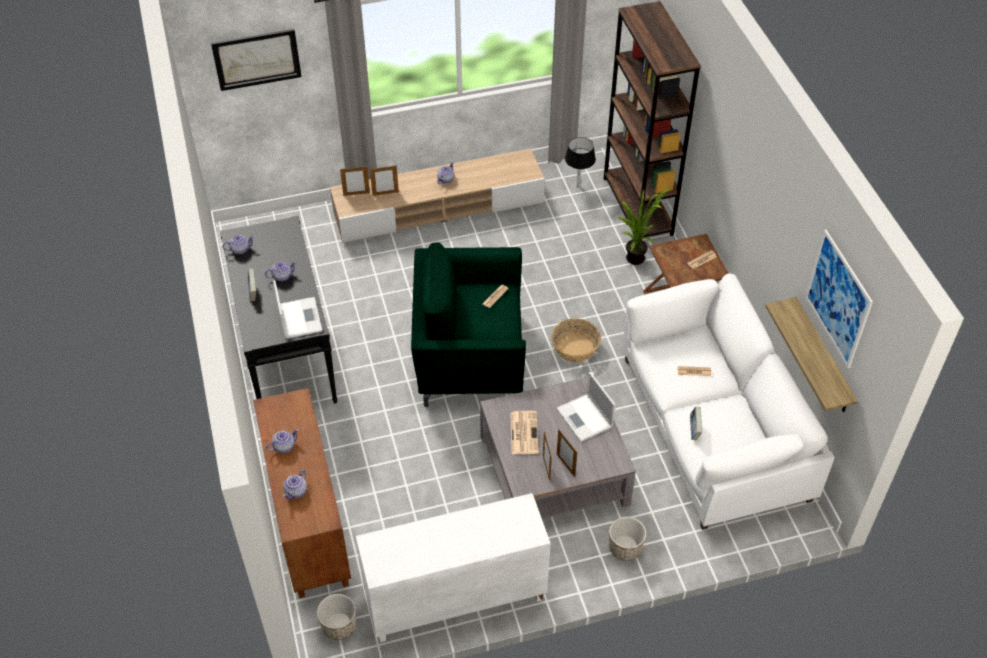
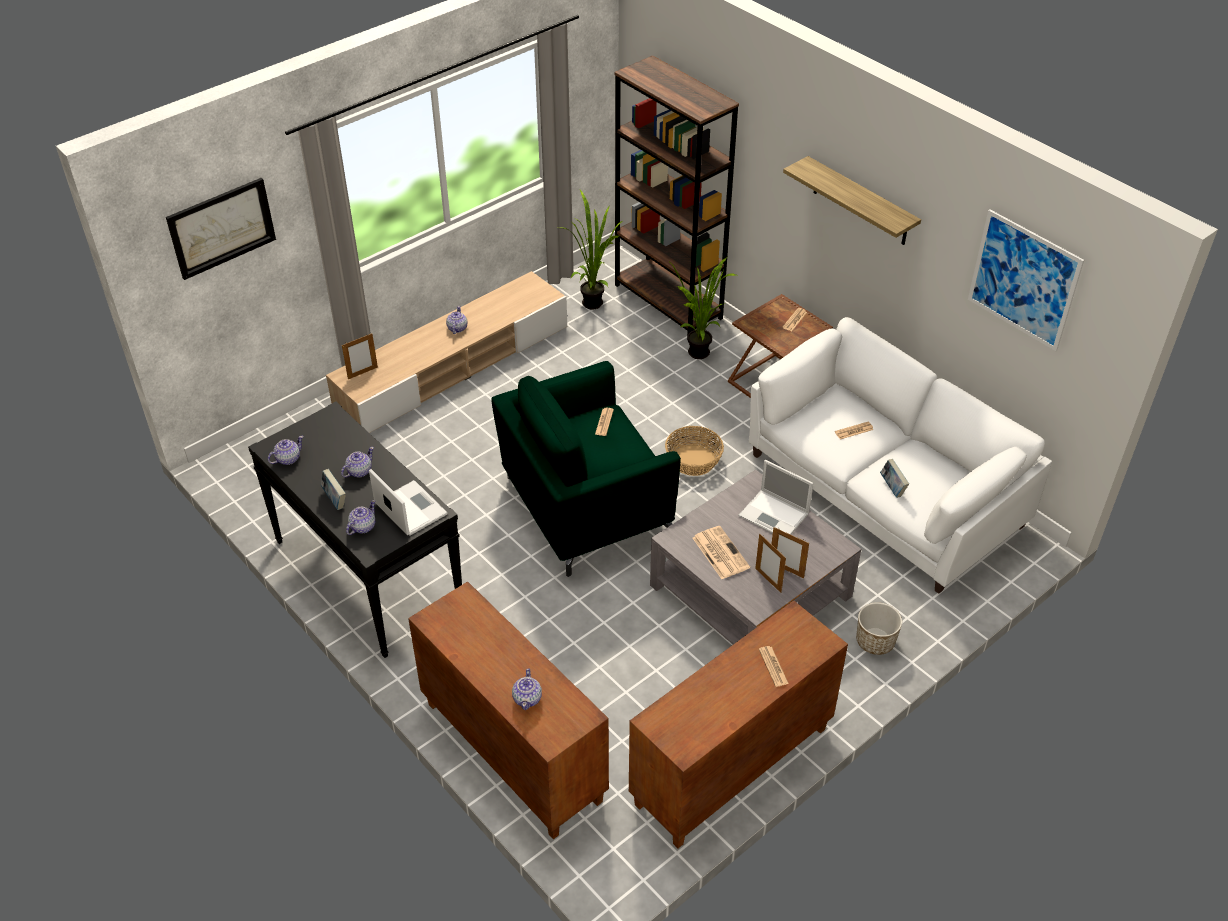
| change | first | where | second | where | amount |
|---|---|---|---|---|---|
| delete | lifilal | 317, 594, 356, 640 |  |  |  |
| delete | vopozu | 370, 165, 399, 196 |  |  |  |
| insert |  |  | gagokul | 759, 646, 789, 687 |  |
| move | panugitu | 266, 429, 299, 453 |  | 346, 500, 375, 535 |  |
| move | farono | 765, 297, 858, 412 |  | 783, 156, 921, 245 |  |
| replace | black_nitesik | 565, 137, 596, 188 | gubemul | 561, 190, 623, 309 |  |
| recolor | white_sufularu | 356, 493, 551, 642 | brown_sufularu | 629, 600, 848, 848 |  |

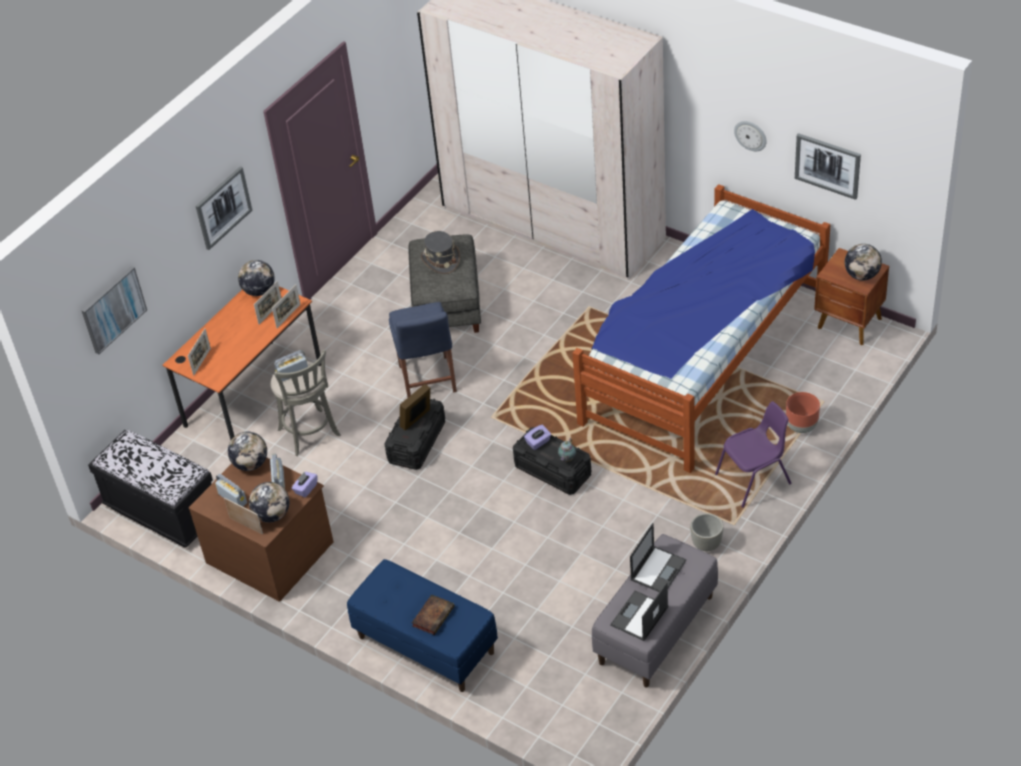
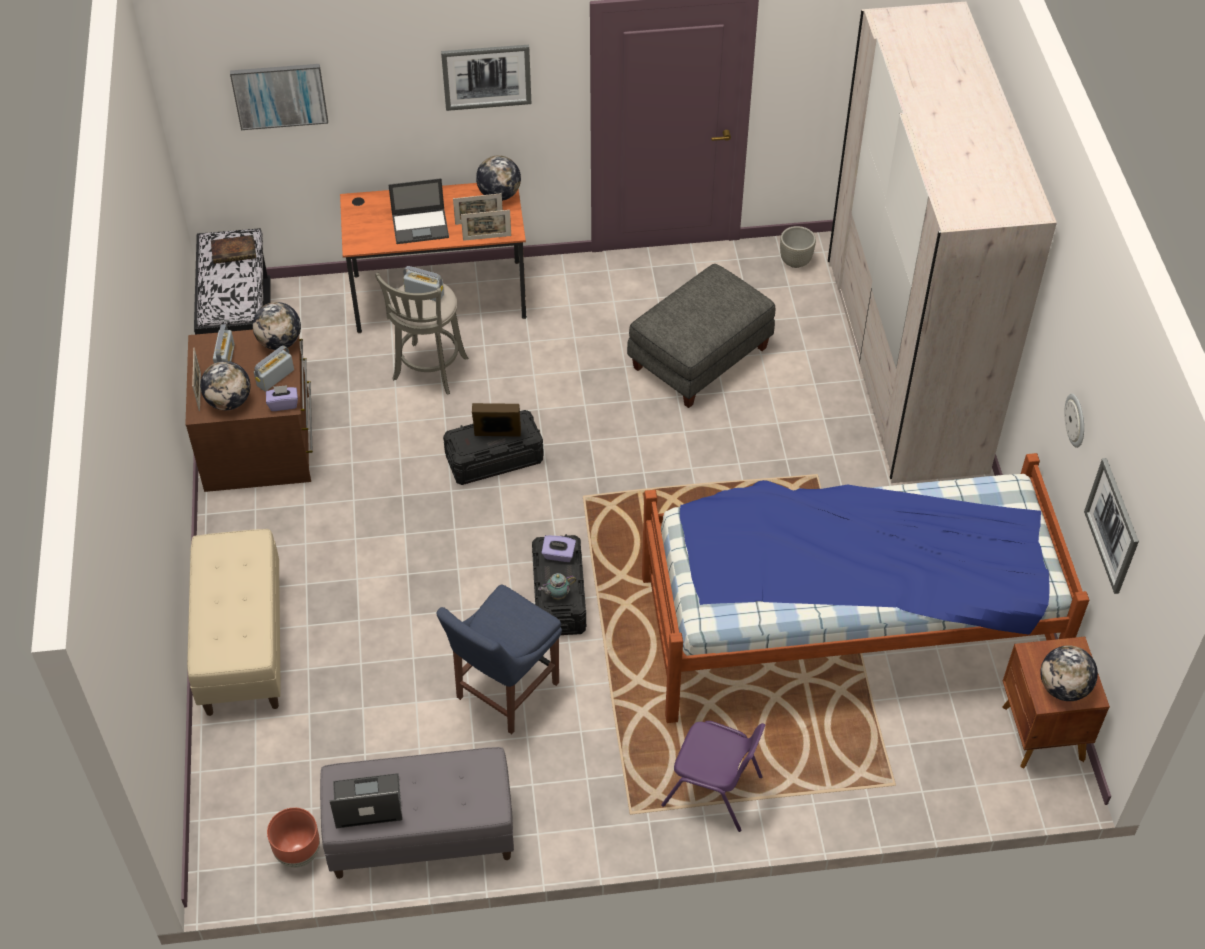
| change | first | where | second | where | amount |
|---|---|---|---|---|---|
| delete | vopozu | 188, 329, 211, 376 |  |  |  |
| delete | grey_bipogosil | 421, 231, 460, 274 |  |  |  |
| move | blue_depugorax | 389, 302, 457, 398 |  | 436, 584, 562, 734 |  |
| move | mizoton | 412, 594, 455, 635 |  | 211, 235, 256, 264 |  |
| move | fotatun | 630, 523, 686, 592 |  | 388, 178, 449, 244 |  |
| move | grey_lifilal | 690, 513, 723, 551 |  | 780, 226, 816, 268 |  |
| move | brown_lifilal | 786, 392, 820, 433 |  | 267, 808, 320, 868 |  |
| recolor | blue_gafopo | 347, 559, 498, 692 | beige_gafopo | 187, 529, 281, 716 |  |

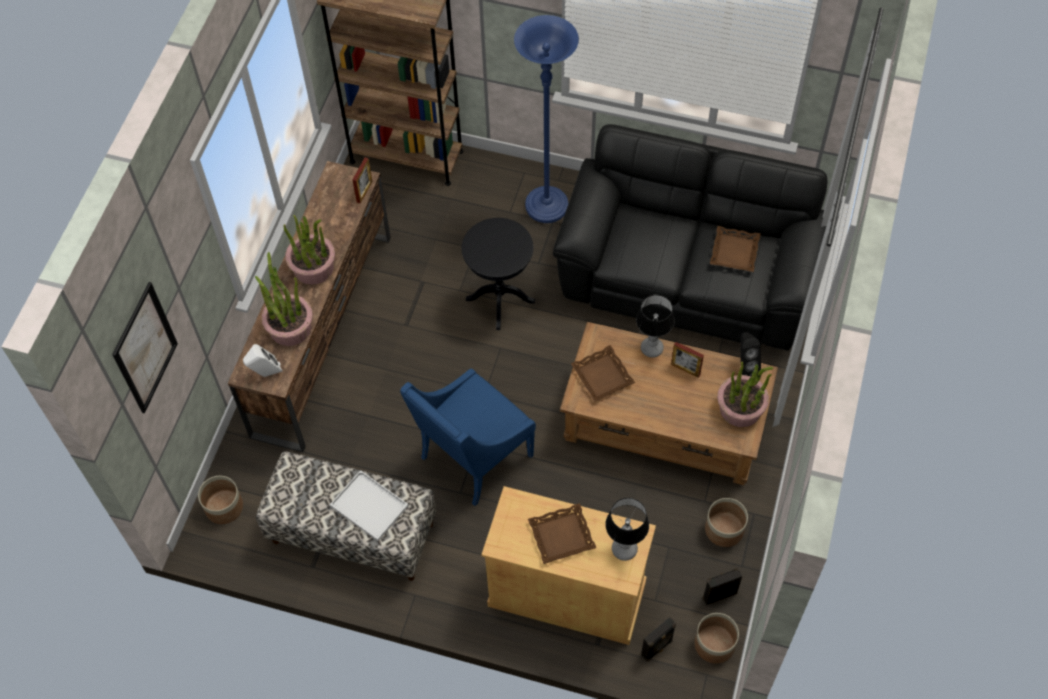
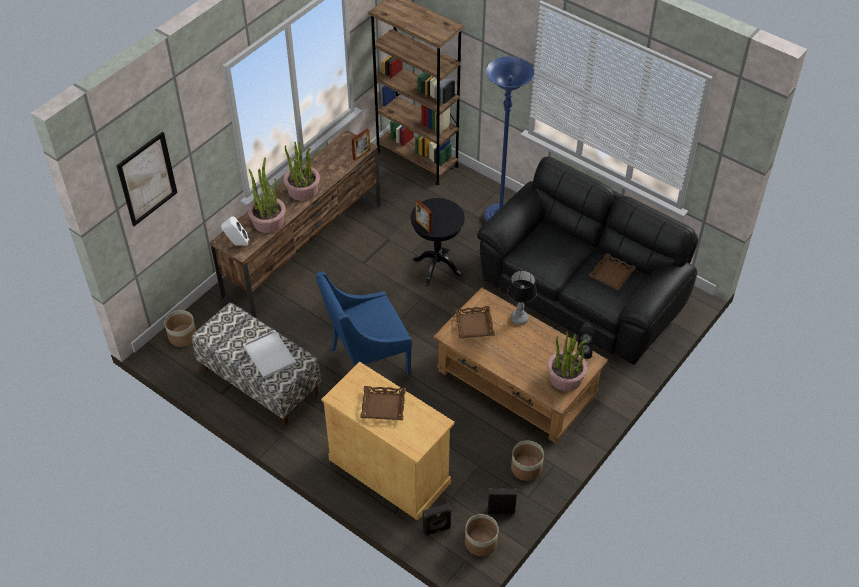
| change | first | where | second | where | amount |
|---|---|---|---|---|---|
| delete | nitesik | 605, 498, 649, 561 |  |  |  |
| move | vopozu | 671, 342, 704, 378 |  | 415, 199, 432, 233 |  |

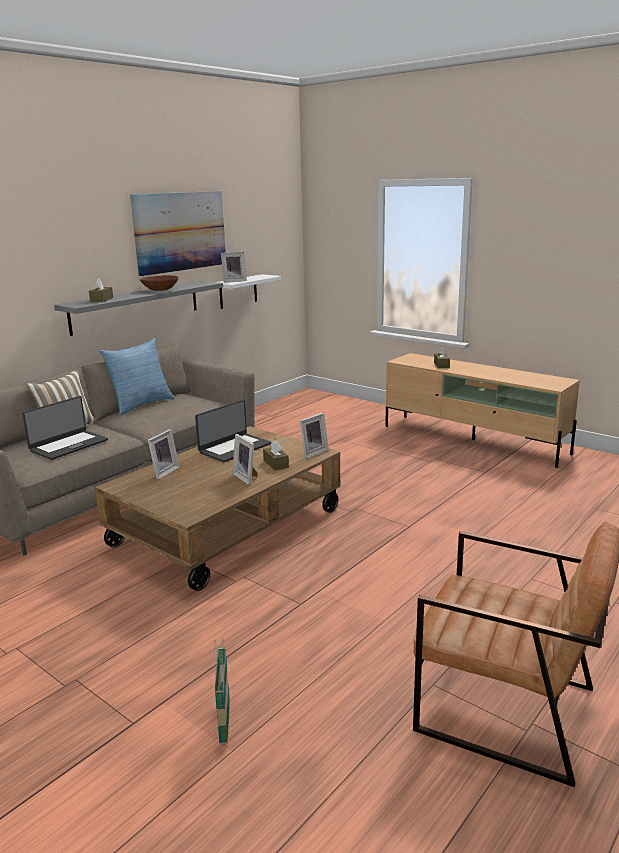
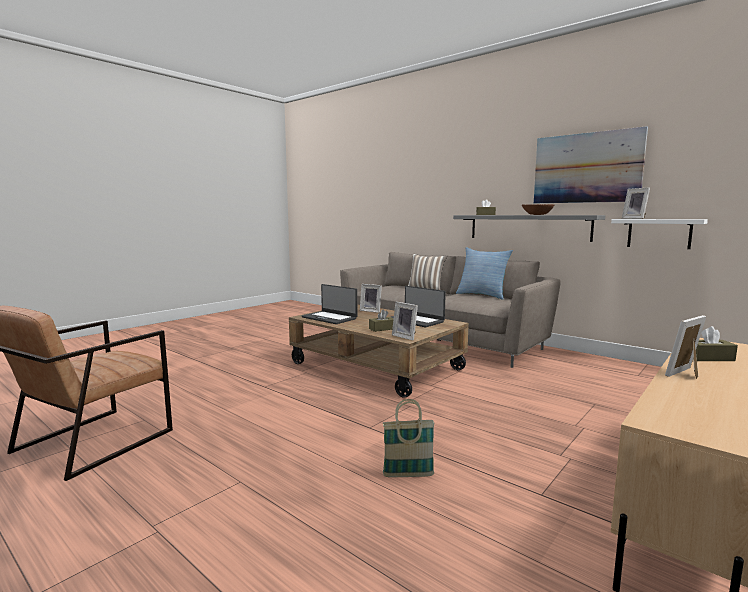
| change | first | where | second | where | amount |
|---|---|---|---|---|---|
| move | fotatun | 22, 396, 108, 460 |  | 302, 284, 357, 324 |  |
| move | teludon | 214, 640, 230, 745 |  | 383, 399, 435, 477 |  |
| move | vopozu | 232, 434, 258, 485 |  | 665, 315, 706, 379 |  |

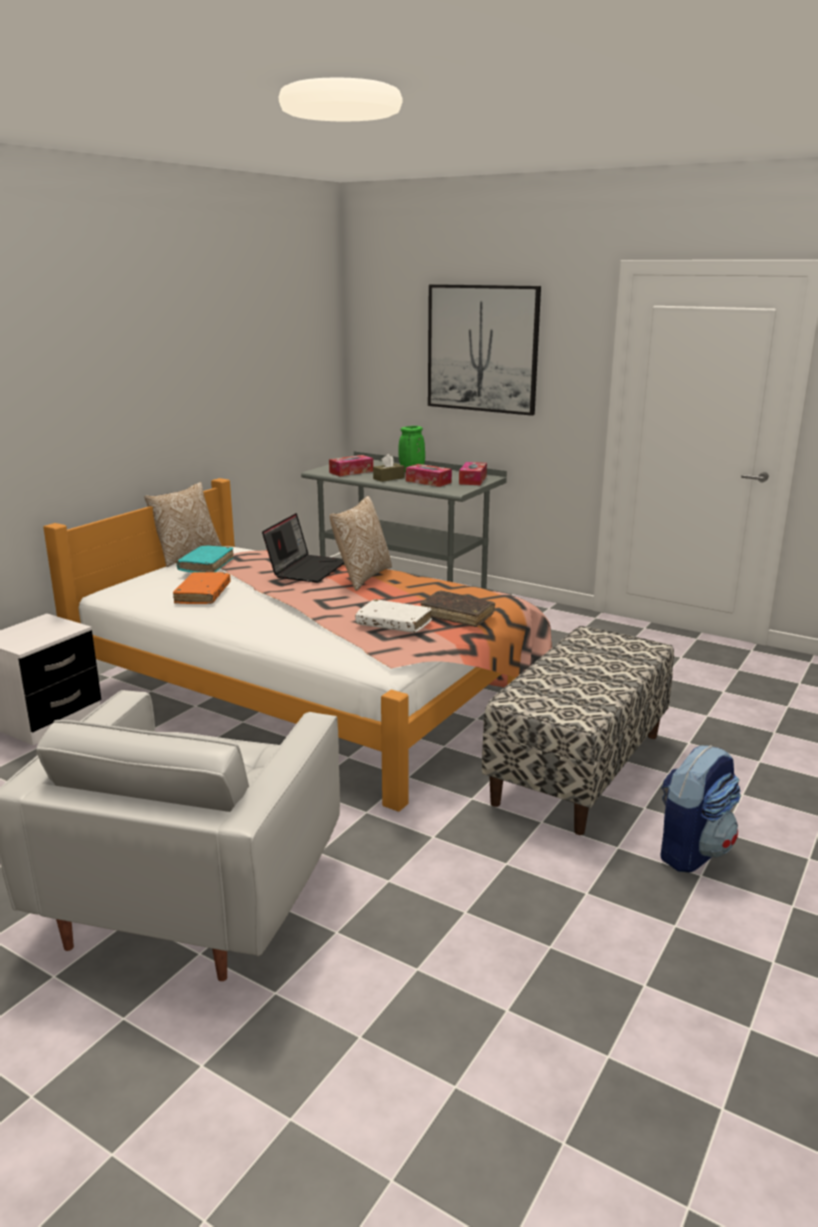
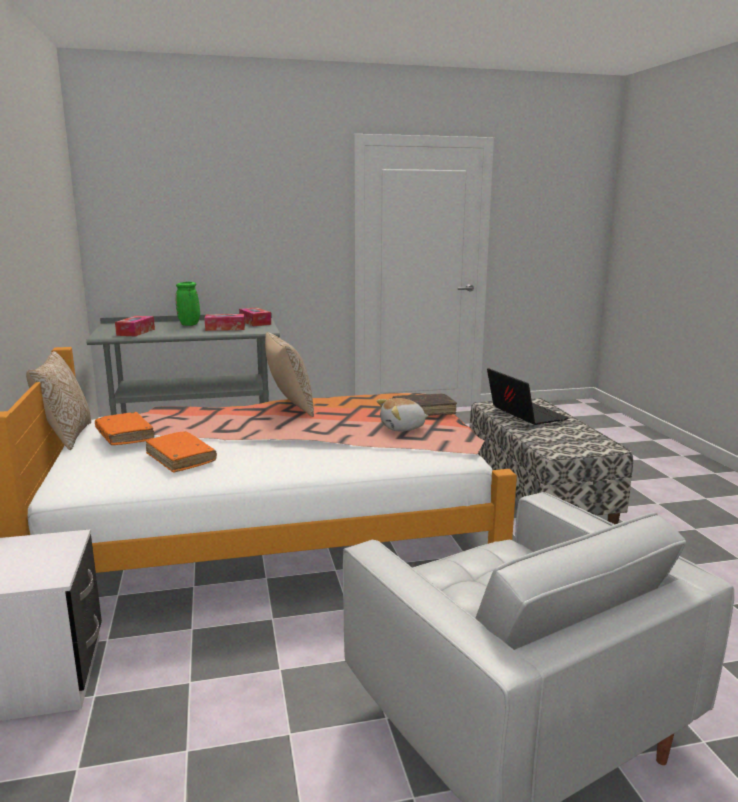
| change | first | where | second | where | amount |
|---|---|---|---|---|---|
| delete | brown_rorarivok | 373, 454, 405, 482 |  |  |  |
| delete | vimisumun | 428, 284, 541, 416 |  |  |  |
| delete | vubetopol | 660, 745, 741, 872 |  |  |  |
| move | fotatun | 262, 513, 344, 583 |  | 487, 368, 569, 425 |  |
| replace | white_mizoton | 355, 599, 432, 633 | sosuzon | 377, 398, 429, 431 |  |
| recolor | turquoise_mizoton | 176, 545, 234, 573 | orange_mizoton | 95, 412, 154, 445 |  |

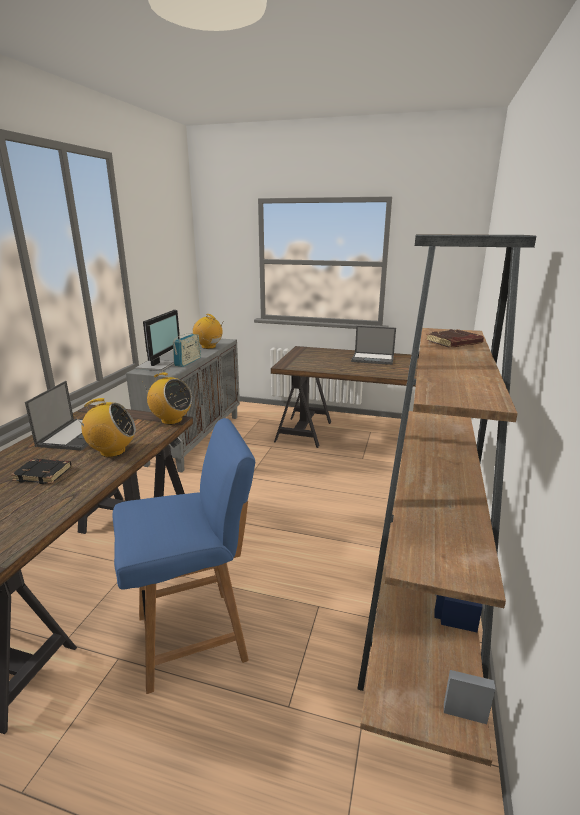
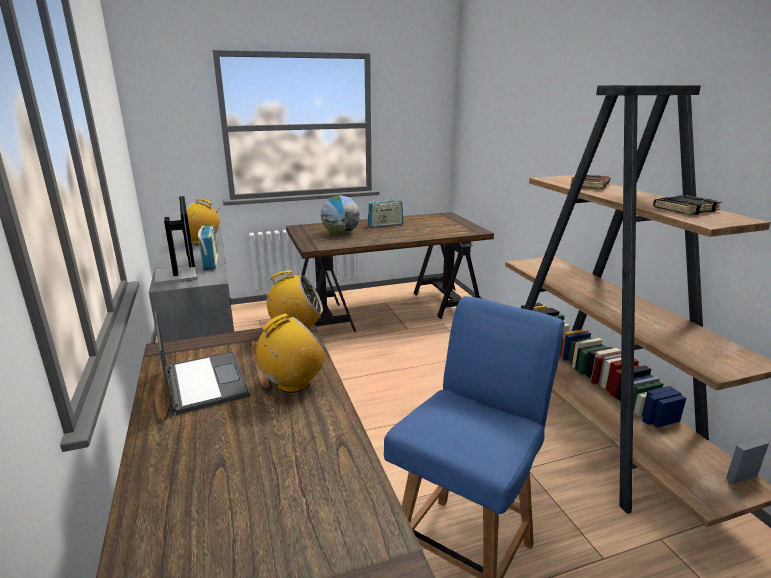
| change | first | where | second | where | amount |
|---|---|---|---|---|---|
| insert |  |  | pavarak | 321, 196, 360, 235 |  |
| move | black_mizoton | 11, 459, 71, 484 |  | 653, 195, 722, 215 |  |
| replace | fotatun | 351, 326, 396, 365 | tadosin | 368, 196, 403, 228 |  |

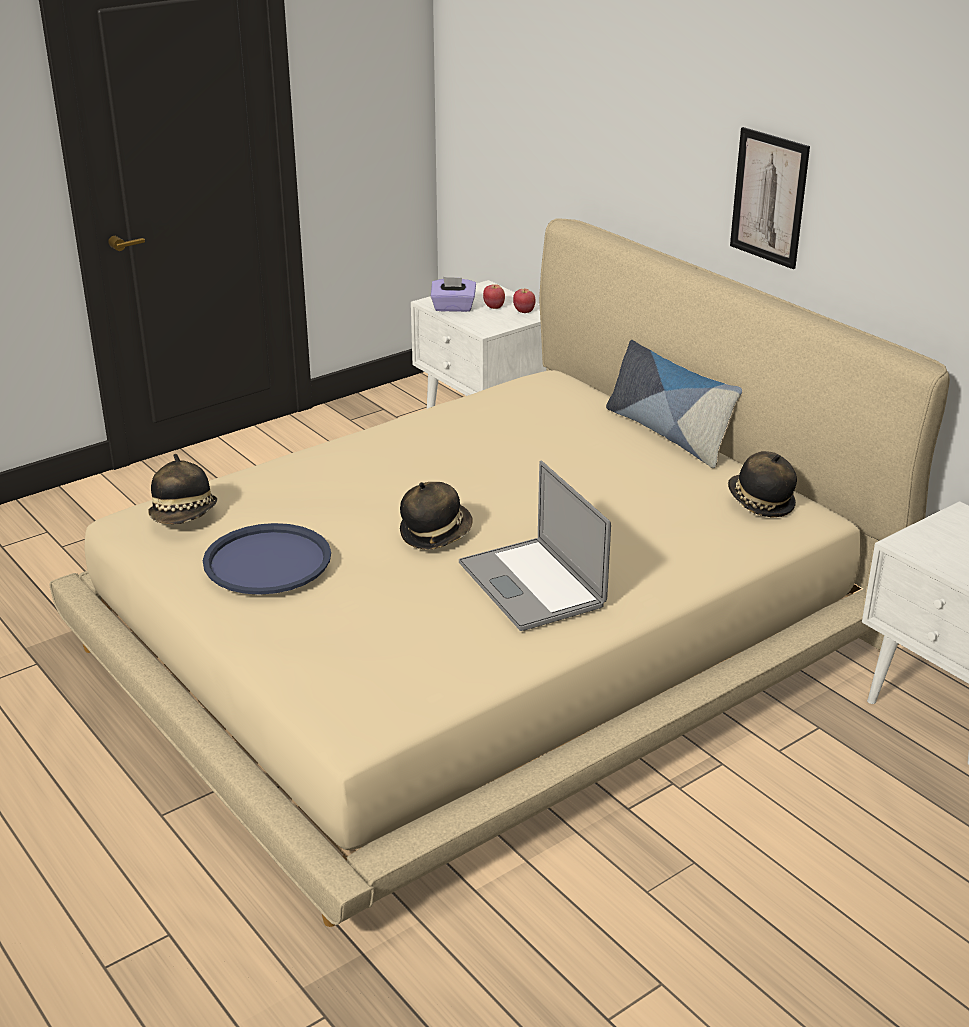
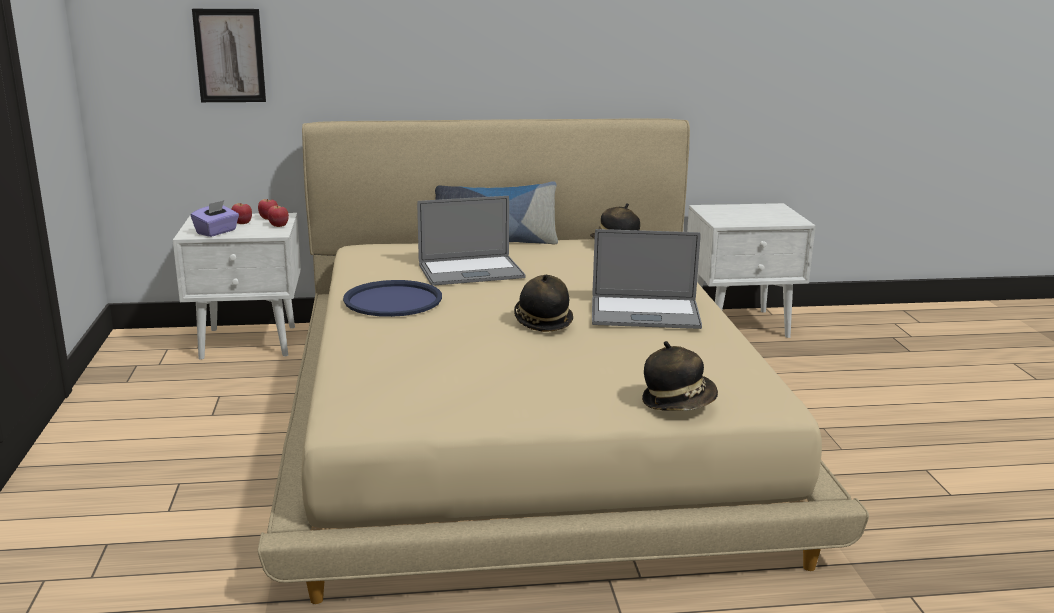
| change | first | where | second | where | amount |
|---|---|---|---|---|---|
| insert |  |  | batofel | 267, 206, 289, 227 |  |
| insert |  |  | fotatun | 417, 196, 525, 286 |  |
| move | bipogosil | 148, 454, 217, 524 |  | 642, 341, 718, 411 |  |
| move | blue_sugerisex | 203, 523, 331, 595 |  | 343, 280, 442, 317 |  |
| move | vimisumun | 730, 127, 810, 269 |  | 192, 9, 266, 102 |  |

